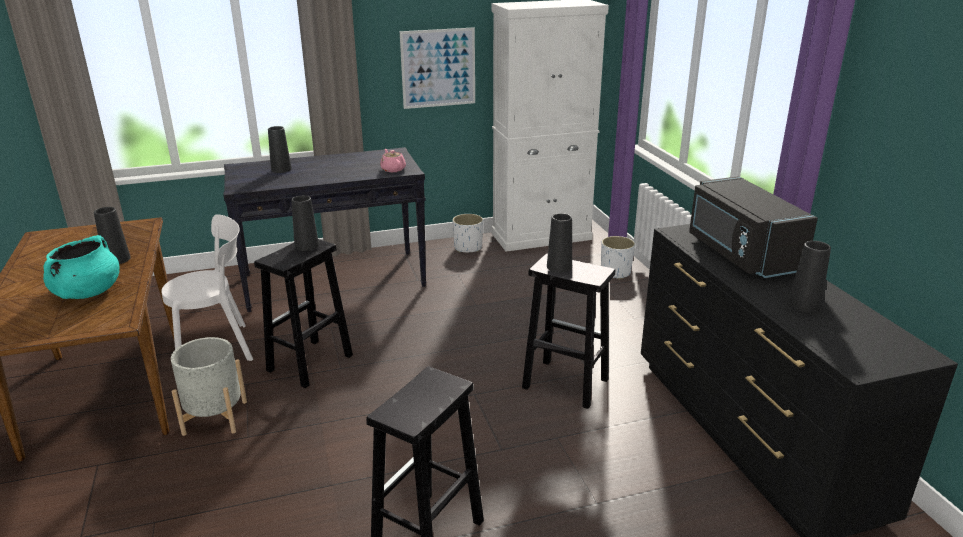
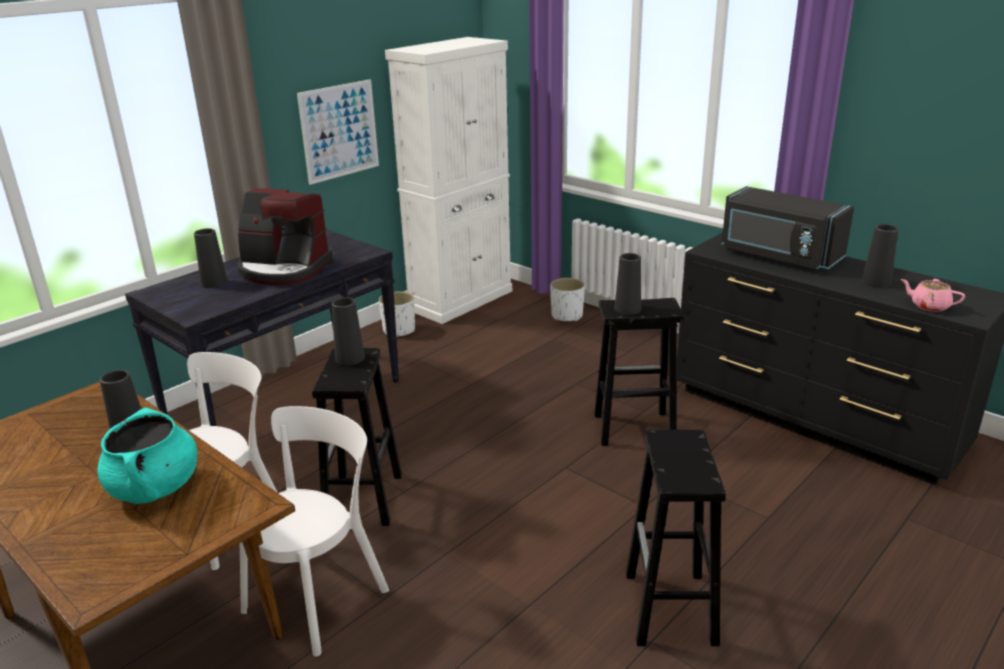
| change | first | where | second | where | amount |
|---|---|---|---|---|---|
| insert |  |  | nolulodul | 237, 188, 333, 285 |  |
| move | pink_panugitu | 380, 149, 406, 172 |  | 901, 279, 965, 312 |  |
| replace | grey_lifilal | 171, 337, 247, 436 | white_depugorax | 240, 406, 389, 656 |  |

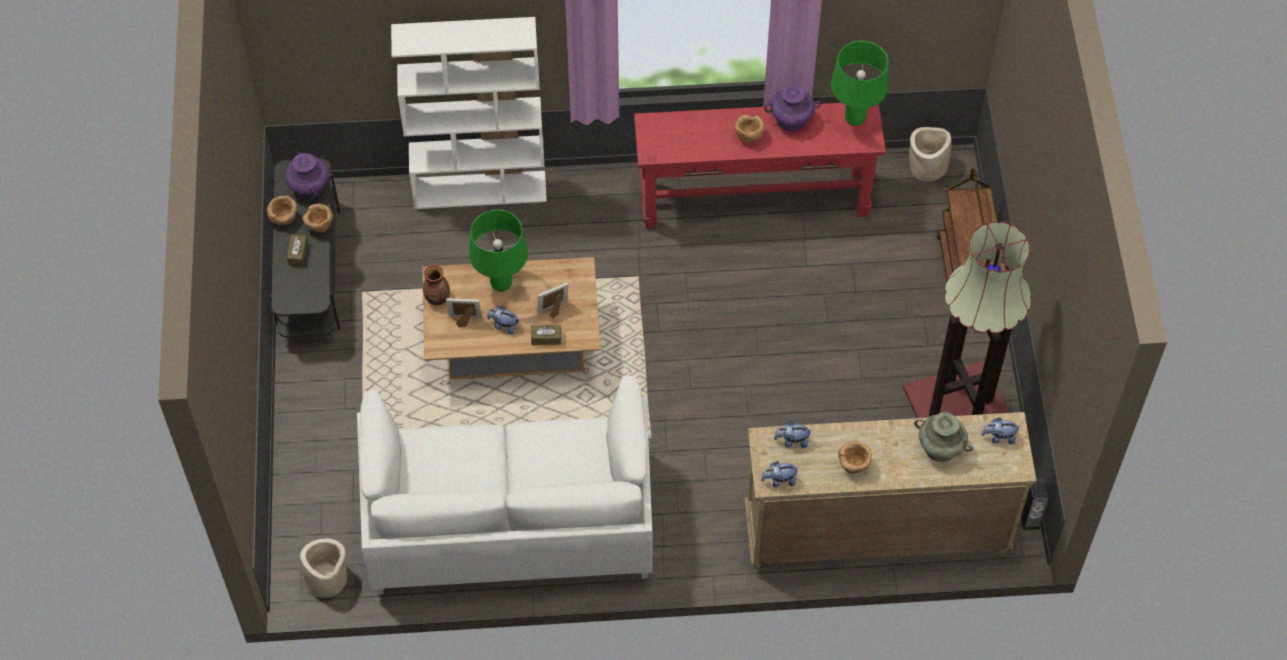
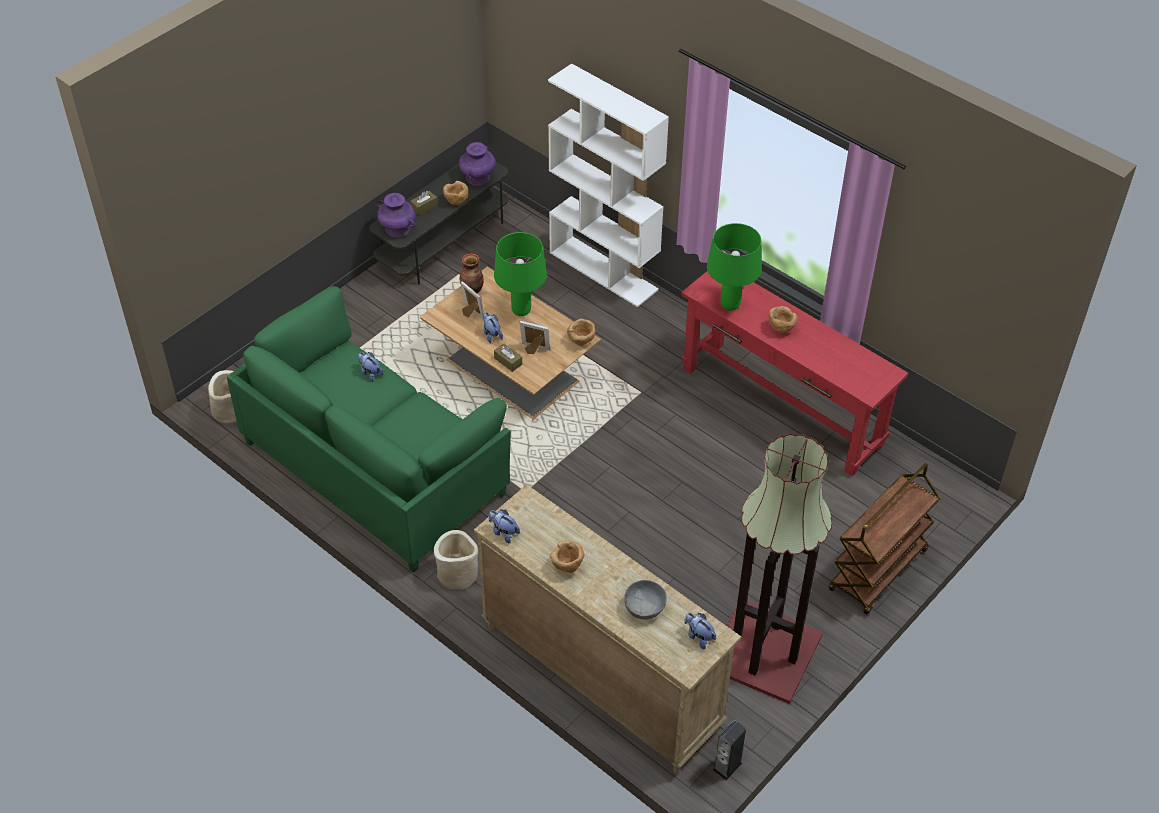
| change | first | where | second | where | amount |
|---|---|---|---|---|---|
| move | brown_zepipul | 267, 196, 297, 225 |  | 567, 319, 596, 346 |  |
| move | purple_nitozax | 764, 84, 821, 132 |  | 377, 193, 415, 237 |  |
| move | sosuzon | 774, 421, 811, 448 |  | 358, 352, 384, 382 |  |
| move | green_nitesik | 831, 41, 889, 126 |  | 707, 223, 762, 311 |  |
| move | beige_lifilal | 909, 127, 952, 182 |  | 434, 530, 478, 590 |  |
| replace | turquoise_nitozax | 914, 412, 973, 462 | grey_zepipul | 624, 580, 667, 620 |  |
| recolor | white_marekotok | 357, 375, 653, 595 | green_marekotok | 227, 286, 511, 573 |  |

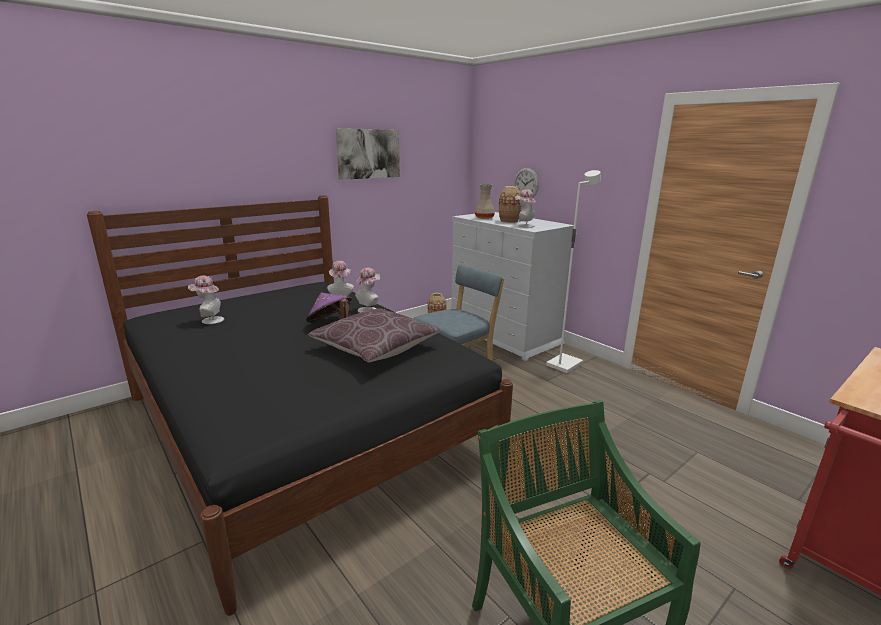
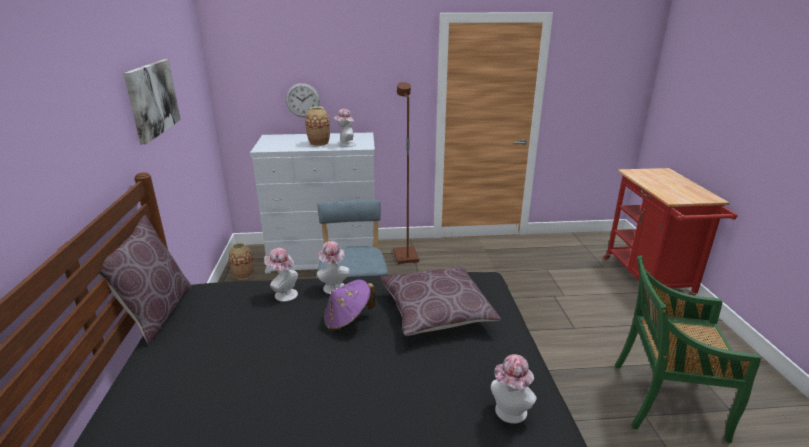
| change | first | where | second | where | amount |
|---|---|---|---|---|---|
| delete | beige_nitozax | 475, 184, 495, 219 |  |  |  |
| insert |  |  | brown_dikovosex | 98, 215, 191, 345 |  |
| move | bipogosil | 188, 276, 224, 324 |  | 491, 354, 537, 424 |  |
| recolor | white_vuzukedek | 546, 170, 601, 373 | brown_vuzukedek | 393, 82, 419, 264 |  |

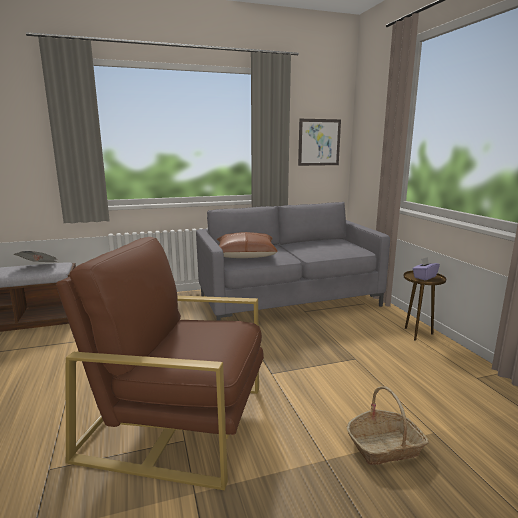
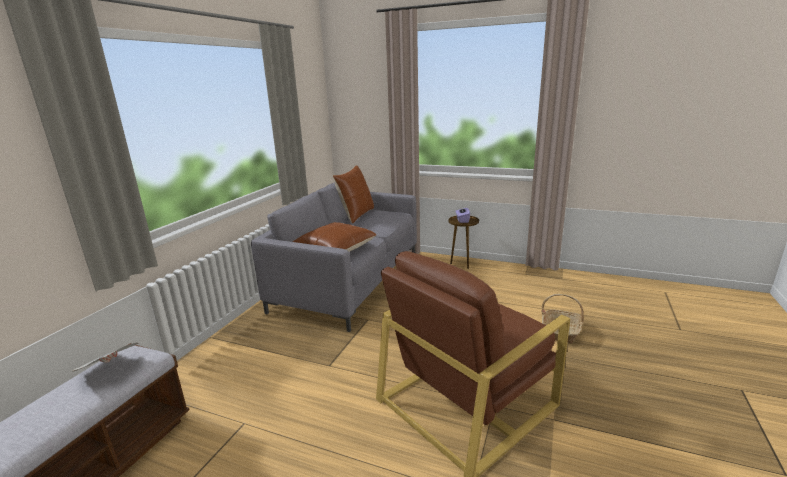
| change | first | where | second | where | amount |
|---|---|---|---|---|---|
| delete | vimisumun | 298, 119, 341, 166 |  |  |  |
| insert |  |  | brown_dikovosex | 333, 165, 374, 224 |  |

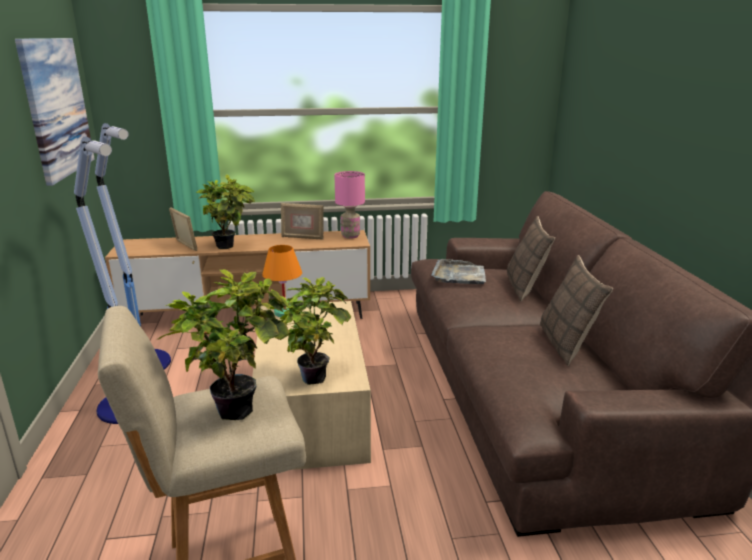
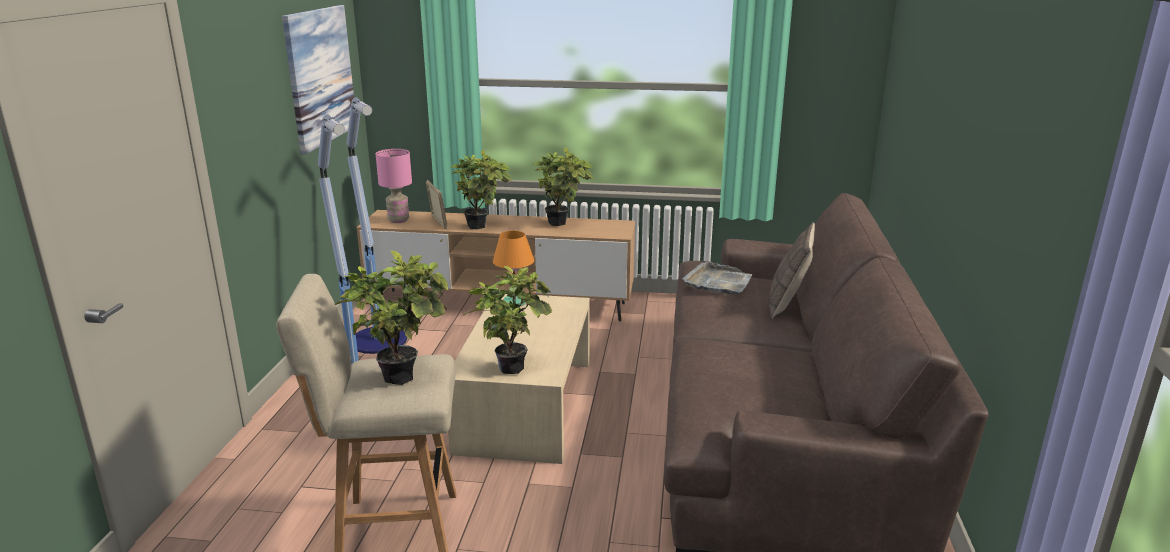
| change | first | where | second | where | amount |
|---|---|---|---|---|---|
| delete | dikovosex | 540, 255, 613, 366 |  |  |  |
| move | pink_nitesik | 334, 171, 365, 239 |  | 376, 149, 412, 223 |  |
| replace | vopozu | 281, 203, 324, 240 | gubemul | 533, 148, 593, 226 |  |

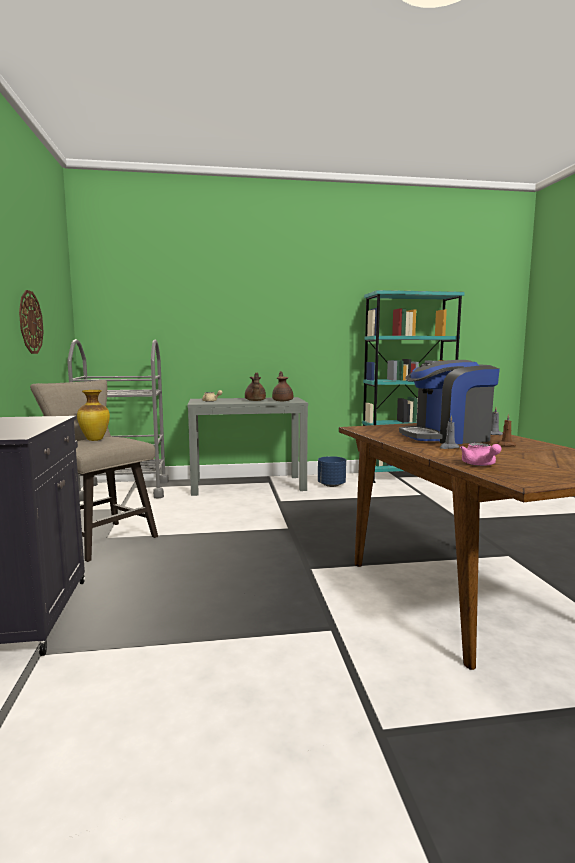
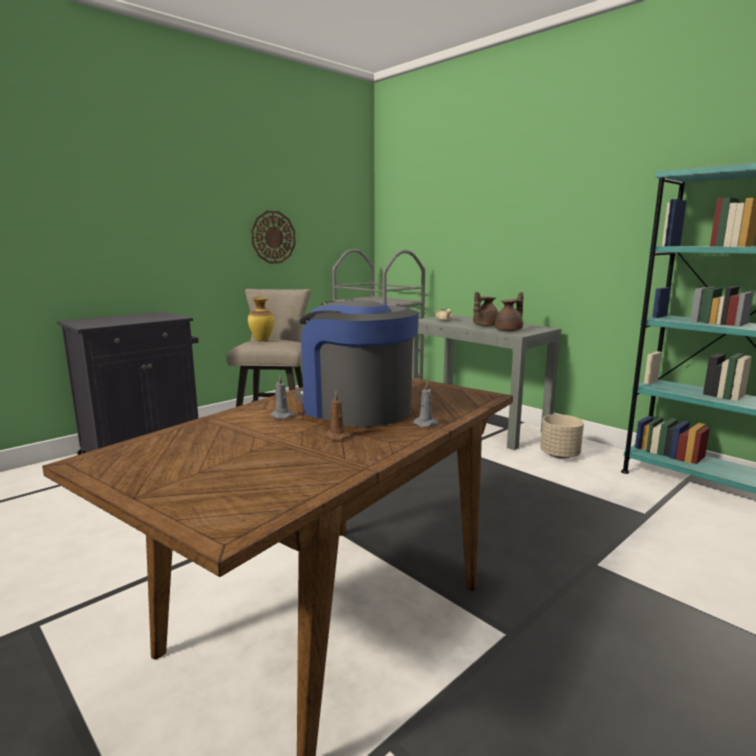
| change | first | where | second | where | amount |
|---|---|---|---|---|---|
| delete | pink_panugitu | 460, 443, 501, 466 |  |  |  |
| recolor | blue_lifilal | 318, 456, 346, 487 | beige_lifilal | 540, 414, 584, 459 |  |

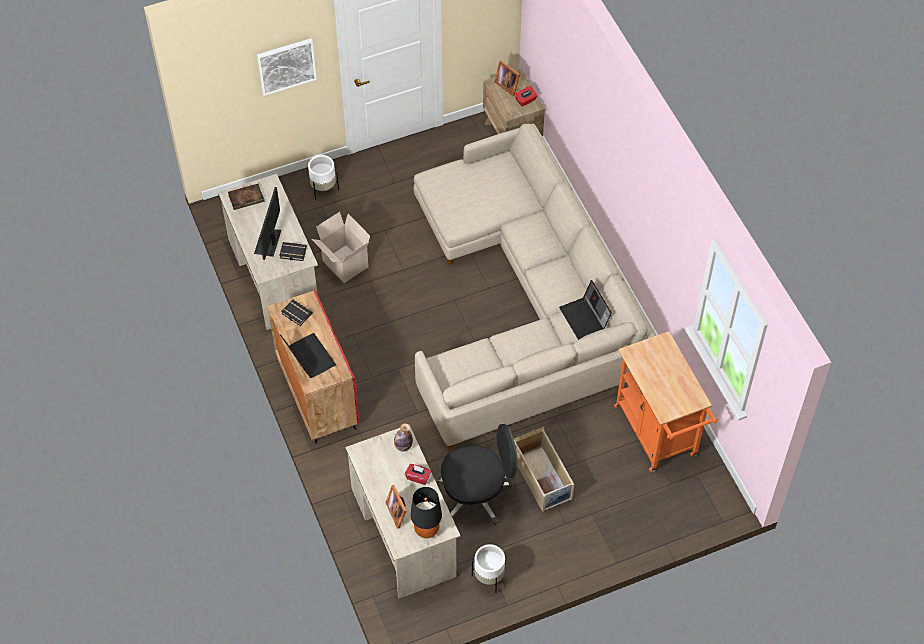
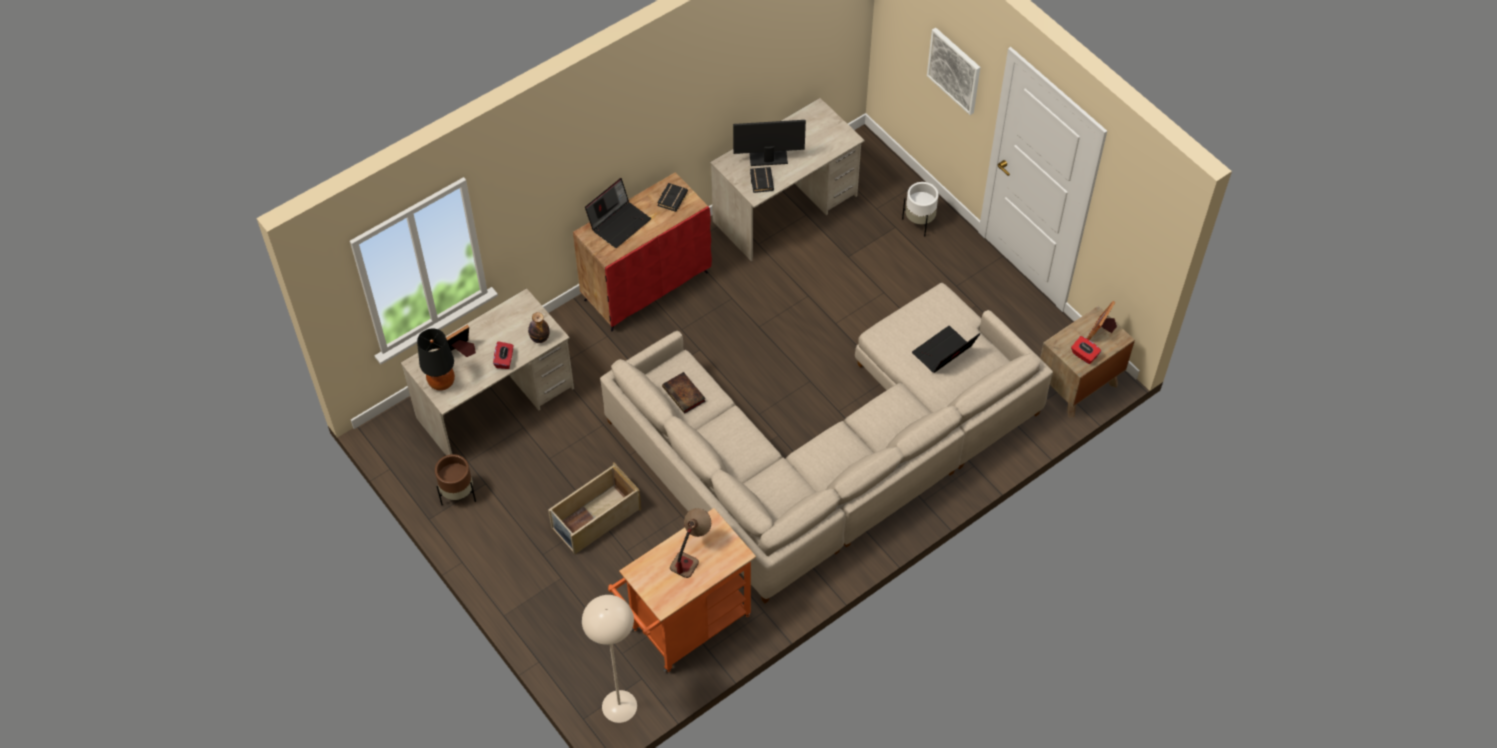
| change | first | where | second | where | amount |
|---|---|---|---|---|---|
| delete | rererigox | 311, 212, 370, 283 |  |  |  |
| delete | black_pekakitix | 437, 424, 518, 526 |  |  |  |
| insert |  |  | beige_vuzukedek | 582, 595, 637, 723 |  |
| insert |  |  | nitesik | 670, 508, 711, 578 |  |
| move | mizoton | 228, 184, 264, 210 |  | 662, 372, 706, 414 |  |
| move | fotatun | 559, 280, 612, 340 |  | 912, 326, 980, 373 |  |
| recolor | white_lifilal | 472, 544, 505, 593 | brown_lifilal | 435, 454, 476, 505 |  |

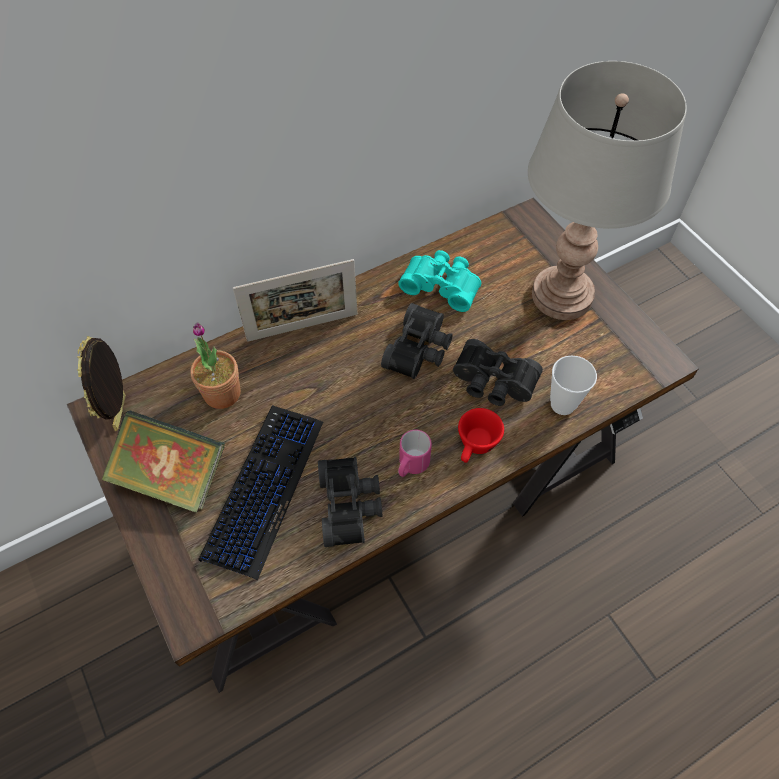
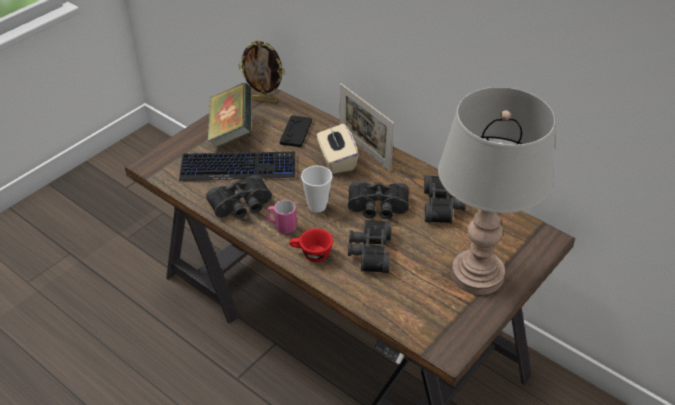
| change | first | where | second | where | amount |
|---|---|---|---|---|---|
| insert |  |  | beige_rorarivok | 317, 124, 358, 174 |  |
| move | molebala | 550, 355, 597, 415 |  | 301, 166, 332, 212 |  |
| replace | gubemul | 190, 322, 241, 409 | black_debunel | 280, 115, 312, 147 |  |
| recolor | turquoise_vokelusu | 398, 250, 481, 312 | black_vokelusu | 424, 175, 466, 223 |  |
| rotate | vopozu | 77, 336, 126, 431 |  | 238, 40, 285, 103 | 150 degrees counterclockwise |

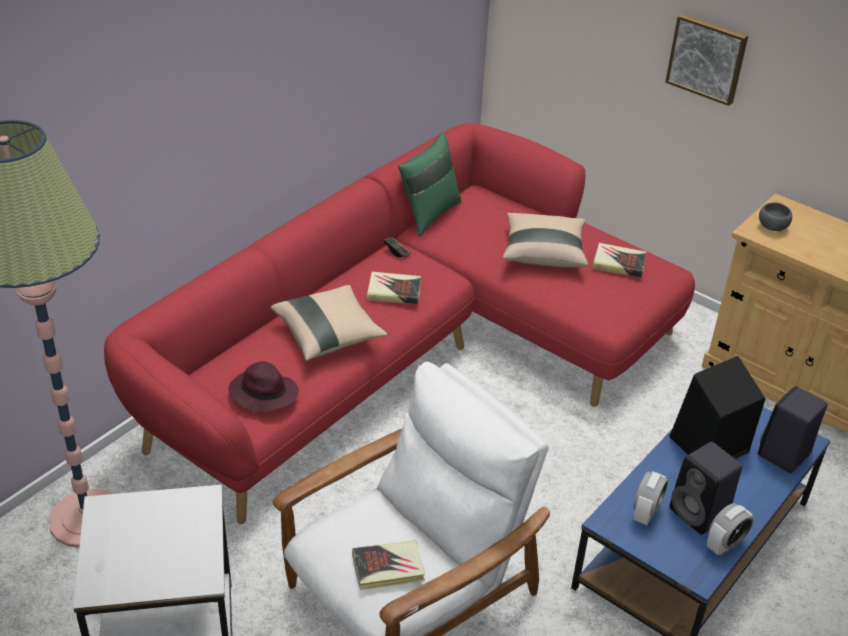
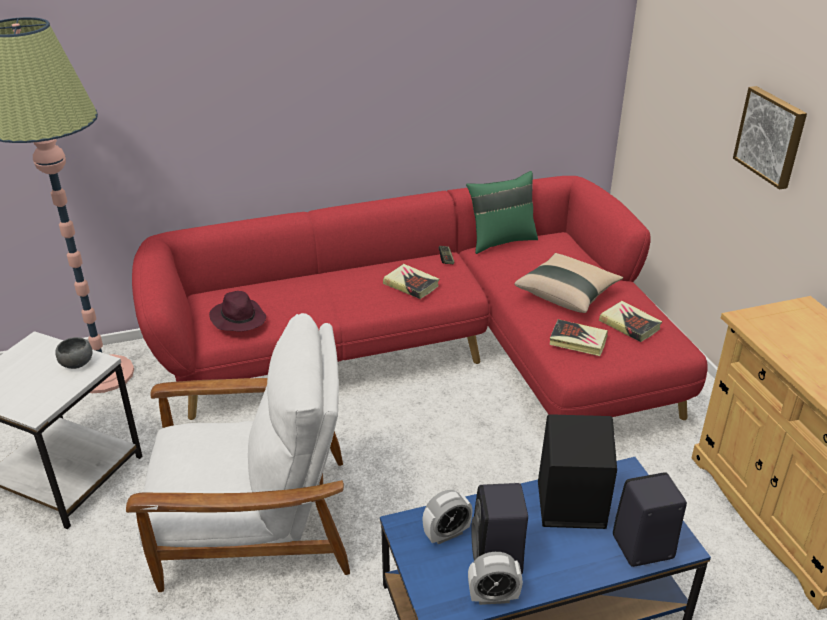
| change | first | where | second | where | amount |
|---|---|---|---|---|---|
| delete | beige_dikovosex | 271, 285, 387, 361 |  |  |  |
| move | mizoton | 352, 540, 425, 590 |  | 549, 319, 608, 356 |  |
| move | grey_zepipul | 759, 202, 792, 231 |  | 55, 337, 92, 369 |  |

